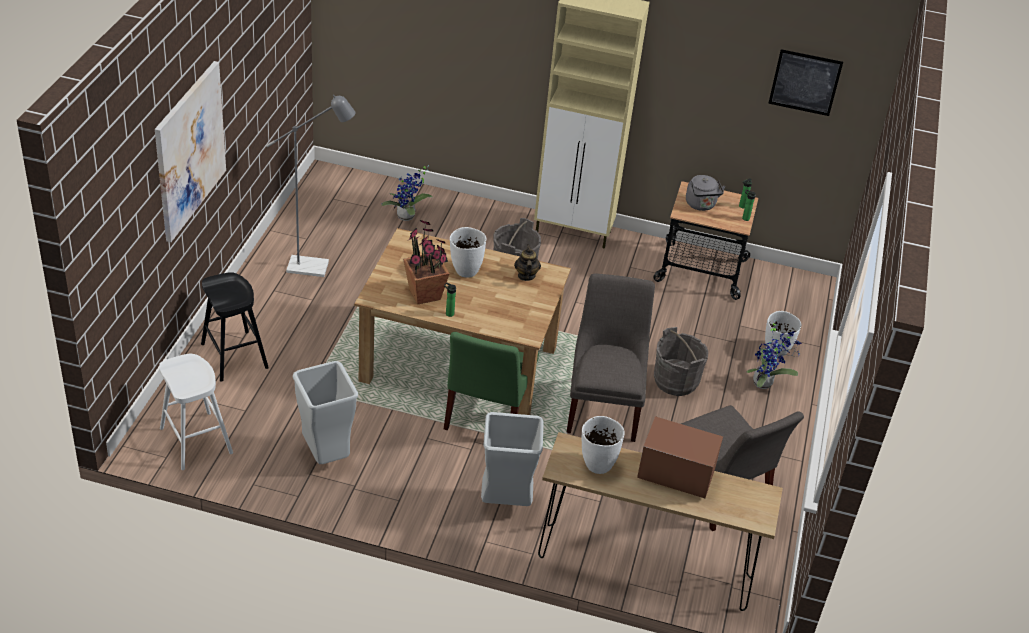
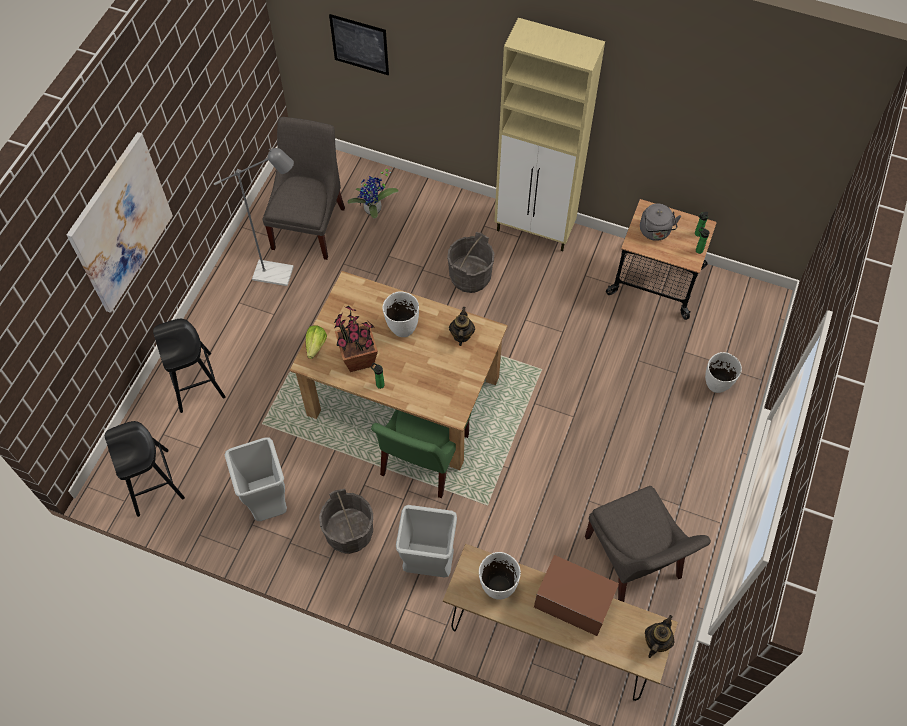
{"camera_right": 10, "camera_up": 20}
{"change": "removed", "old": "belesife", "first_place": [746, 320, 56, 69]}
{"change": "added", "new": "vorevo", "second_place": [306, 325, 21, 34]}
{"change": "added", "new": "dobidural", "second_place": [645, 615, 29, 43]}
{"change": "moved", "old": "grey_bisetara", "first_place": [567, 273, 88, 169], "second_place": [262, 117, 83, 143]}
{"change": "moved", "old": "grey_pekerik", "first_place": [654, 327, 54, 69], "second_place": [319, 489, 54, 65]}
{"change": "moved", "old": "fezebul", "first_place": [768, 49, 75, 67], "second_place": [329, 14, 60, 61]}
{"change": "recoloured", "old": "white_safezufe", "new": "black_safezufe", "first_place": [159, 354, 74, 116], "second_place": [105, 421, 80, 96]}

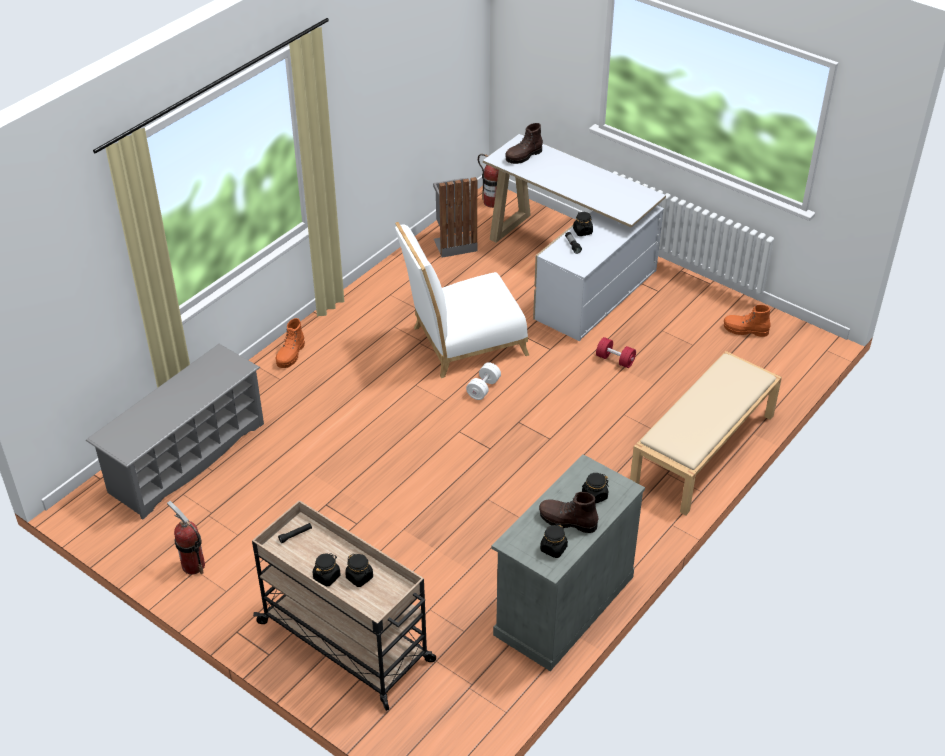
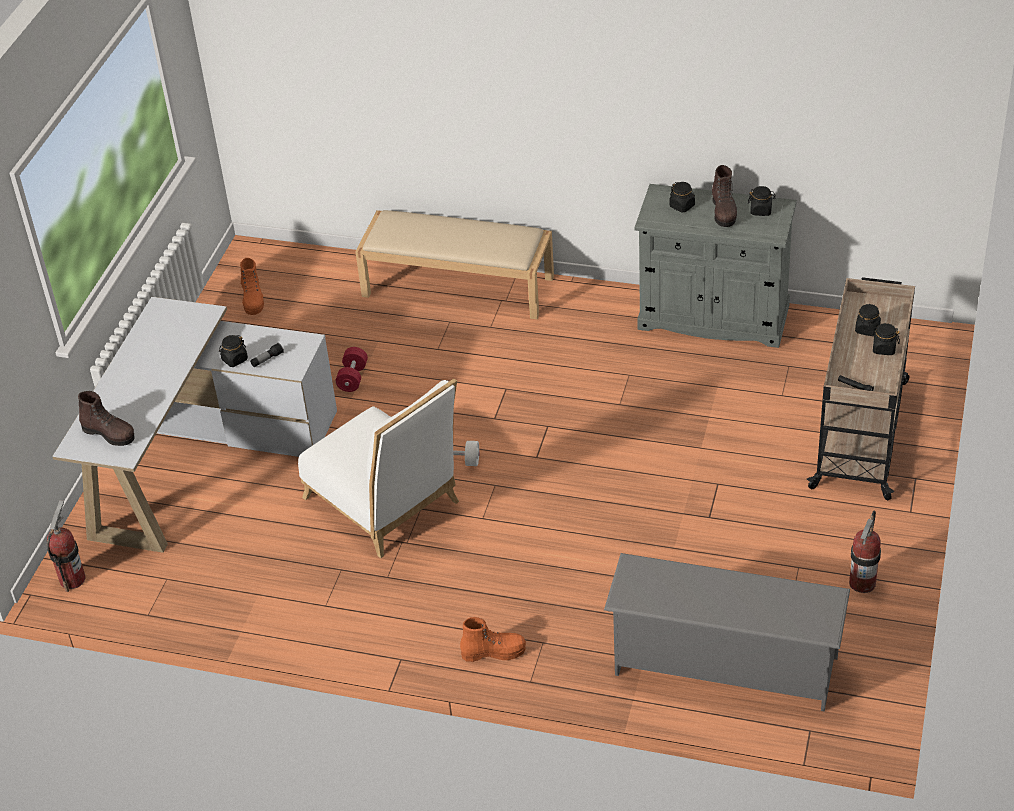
{"camera_right": -110, "camera_up": 0}
{"change": "removed", "old": "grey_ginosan", "first_place": [433, 177, 44, 81]}

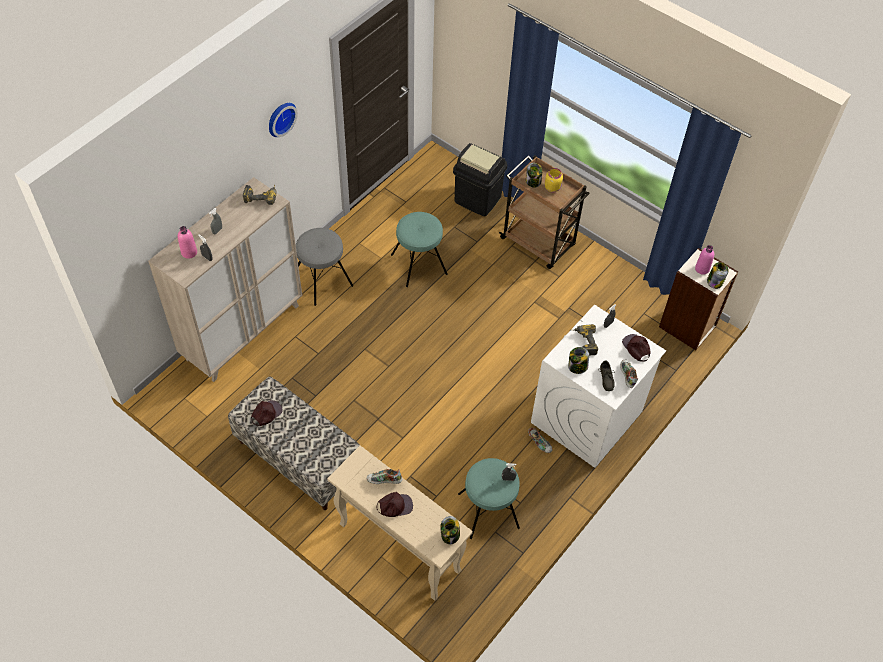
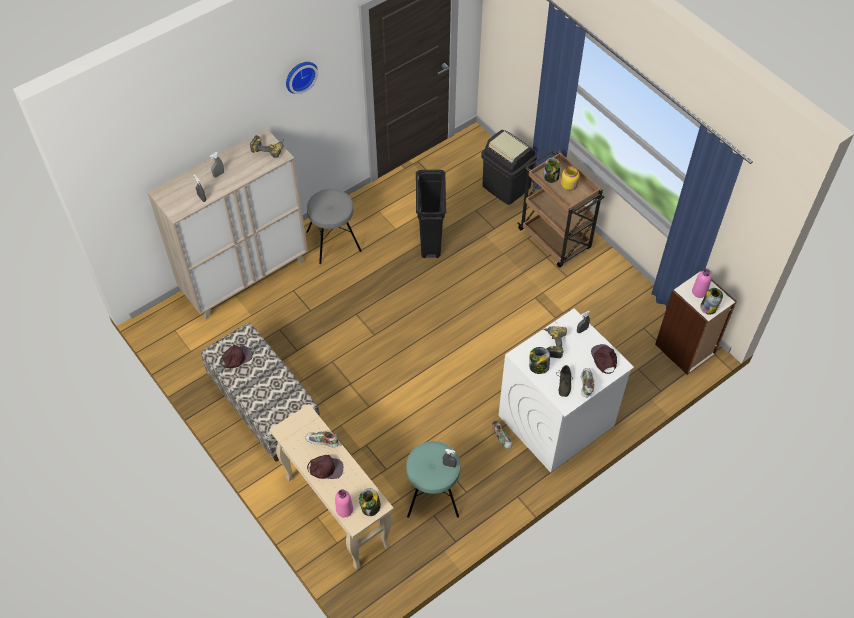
{"camera_right": 15, "camera_up": 0}
{"change": "moved", "old": "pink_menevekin", "first_place": [178, 226, 19, 33], "second_place": [335, 489, 18, 28]}
{"change": "replaced", "old": "turquoise_safezufe", "new": "black_ginosan", "first_place": [391, 212, 57, 75], "second_place": [416, 170, 30, 88]}

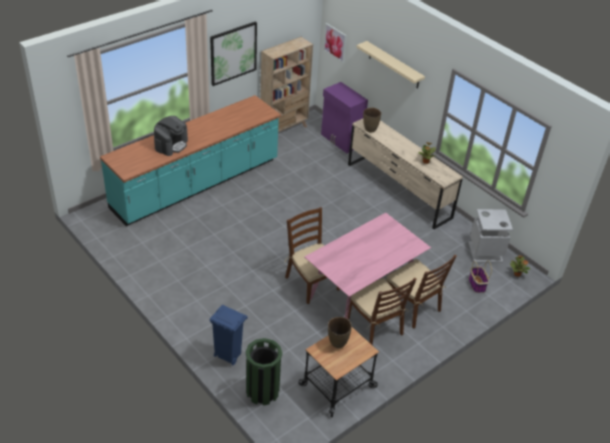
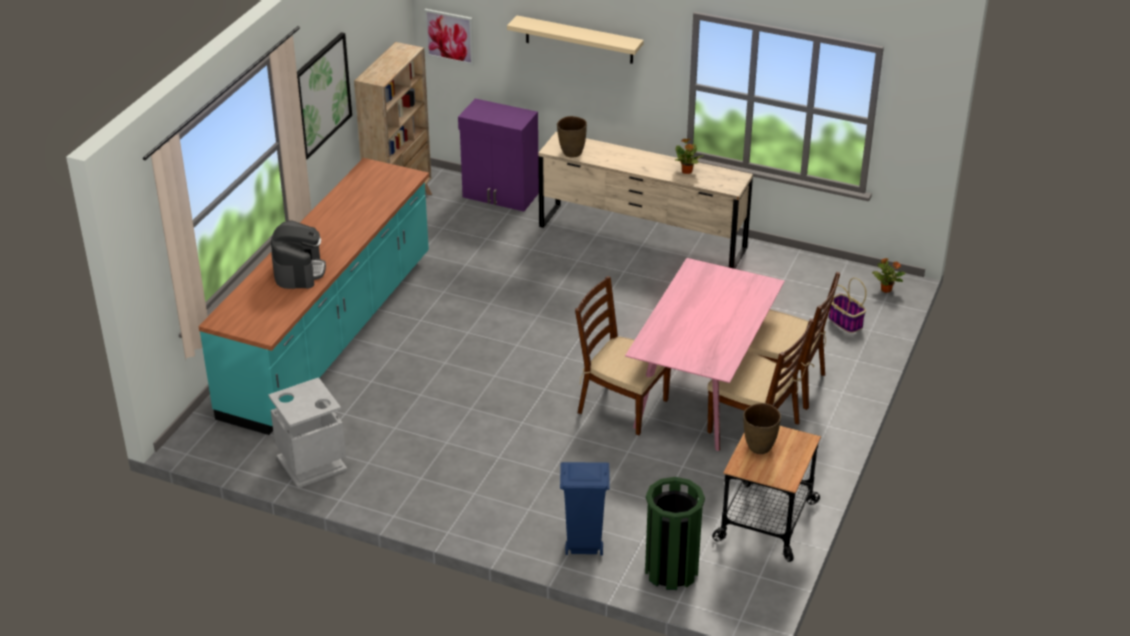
{"camera_right": -25, "camera_up": -5}
{"change": "moved", "old": "grey_ginosan", "first_place": [468, 209, 45, 54], "second_place": [268, 377, 79, 111]}

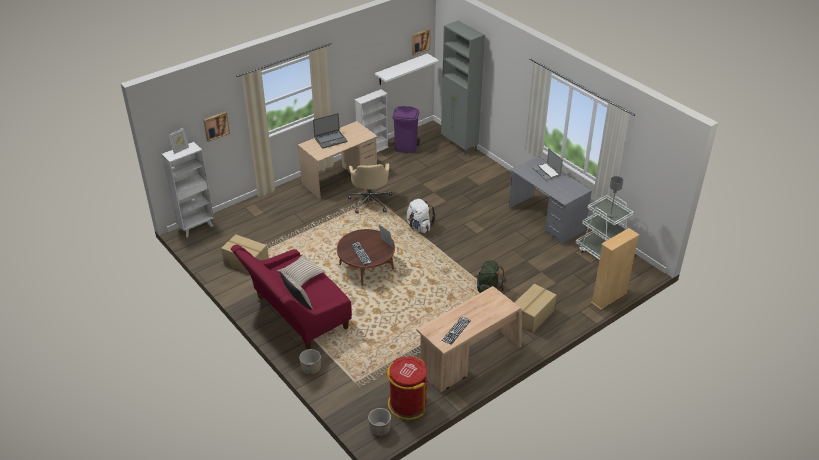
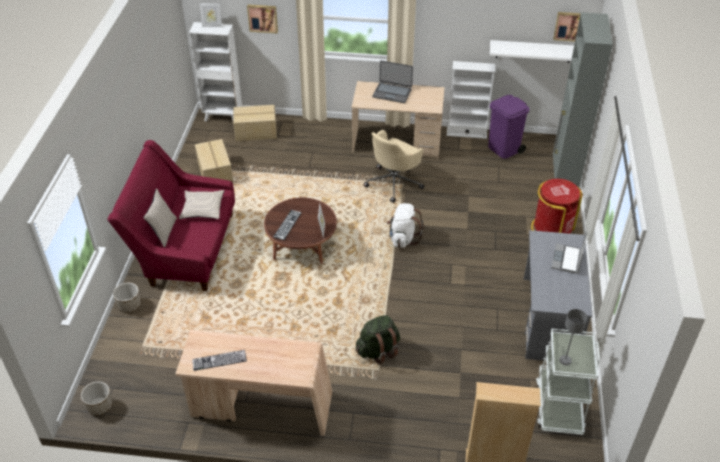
{"camera_right": 45, "camera_up": 5}
{"change": "moved", "old": "red_ginosan", "first_place": [386, 357, 41, 63], "second_place": [531, 179, 52, 55]}
{"change": "moved", "old": "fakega", "first_place": [515, 284, 41, 49], "second_place": [233, 105, 44, 36]}

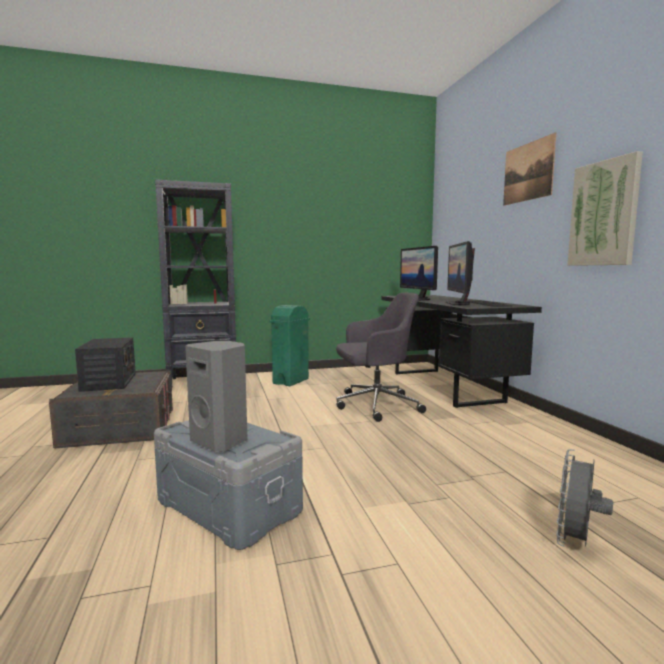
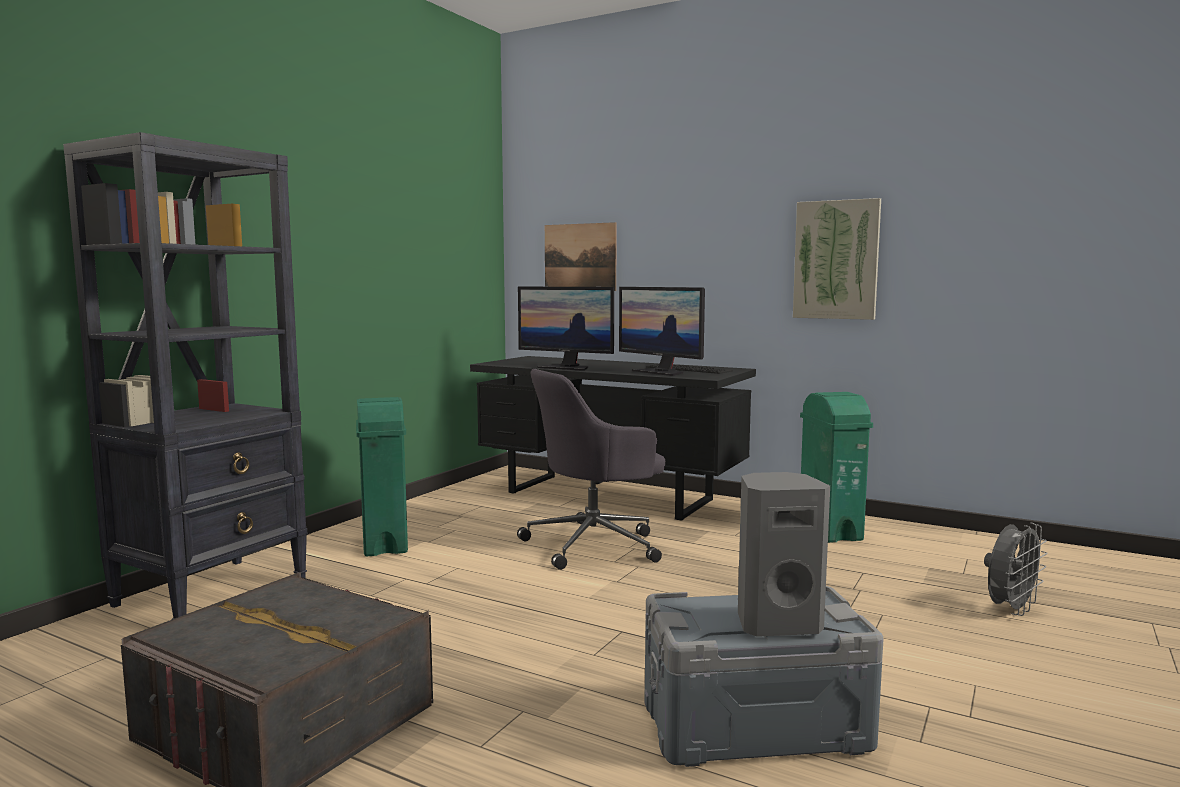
{"camera_right": -45, "camera_up": 0}
{"change": "removed", "old": "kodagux", "first_place": [75, 337, 61, 55]}
{"change": "added", "new": "green_ginosan", "second_place": [800, 392, 73, 151]}
{"change": "moved", "old": "fezebul", "first_place": [503, 132, 53, 73], "second_place": [545, 222, 72, 69]}
{"change": "turned", "old": "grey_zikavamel", "first_place": [336, 293, 90, 129], "second_place": [517, 369, 148, 201], "degrees": -150}
{"change": "turned", "old": "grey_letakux", "first_place": [556, 449, 57, 97], "second_place": [984, 522, 63, 94], "degrees": -120}

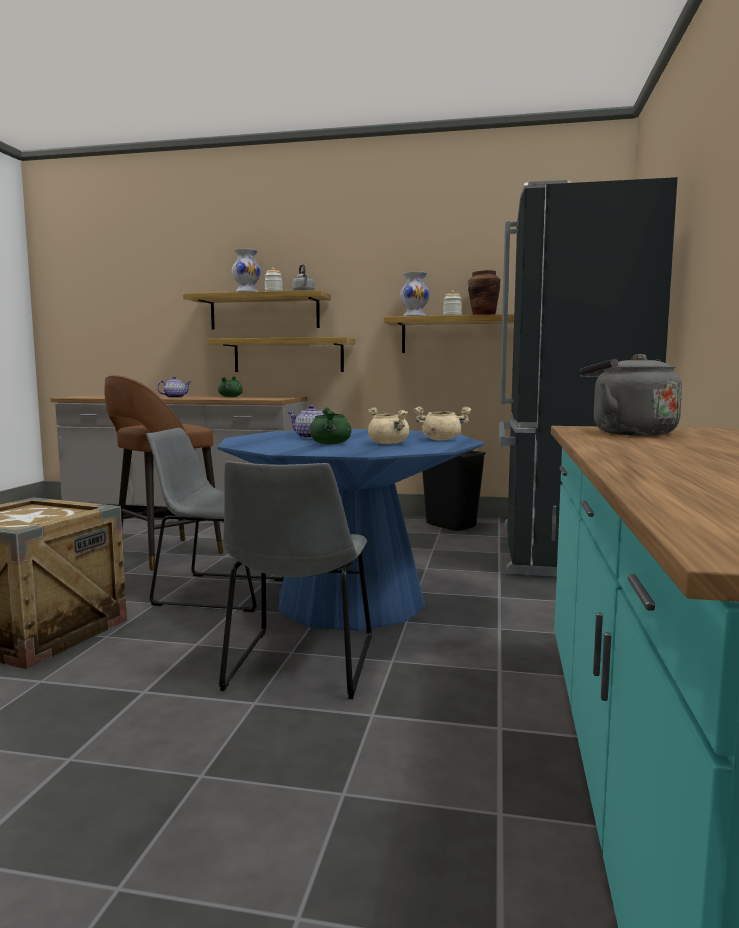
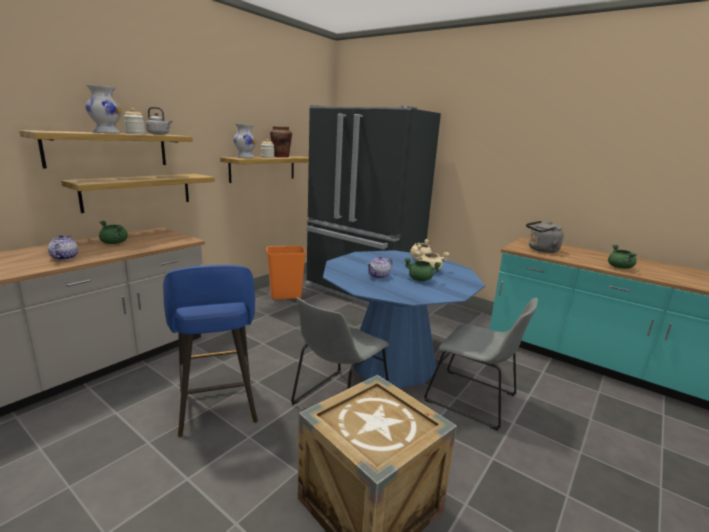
{"camera_right": -65, "camera_up": 10}
{"change": "added", "new": "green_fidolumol", "second_place": [608, 244, 29, 25]}
{"change": "recoloured", "old": "brown_safezufe", "new": "blue_safezufe", "first_place": [105, 375, 118, 196], "second_place": [163, 265, 95, 172]}
{"change": "recoloured", "old": "black_ginosan", "new": "orange_ginosan", "first_place": [422, 450, 64, 81], "second_place": [266, 246, 40, 54]}

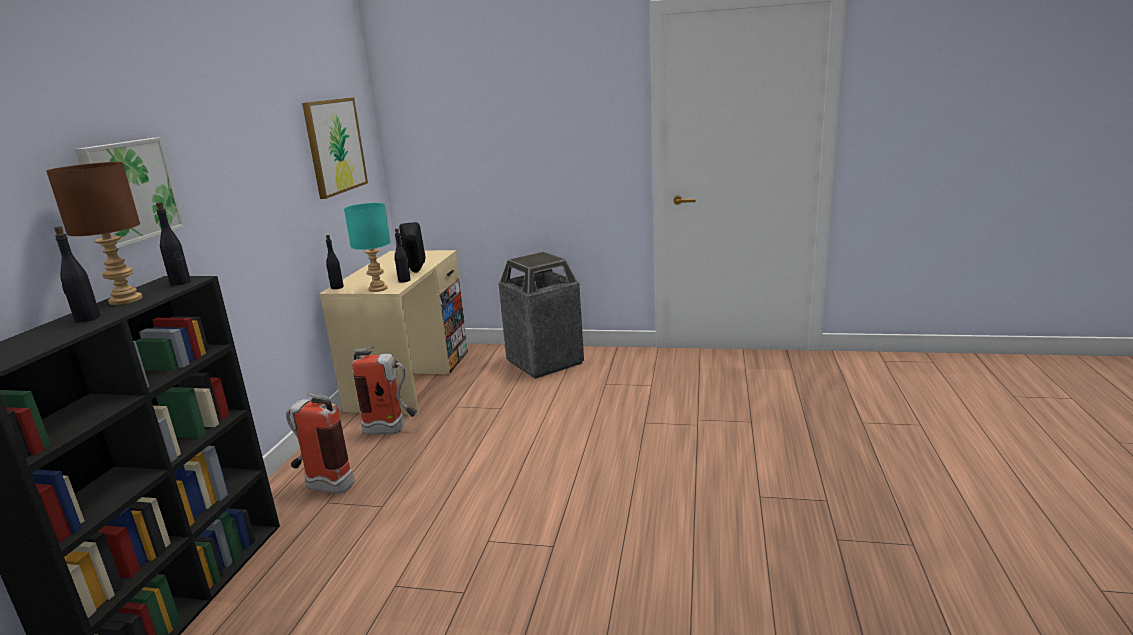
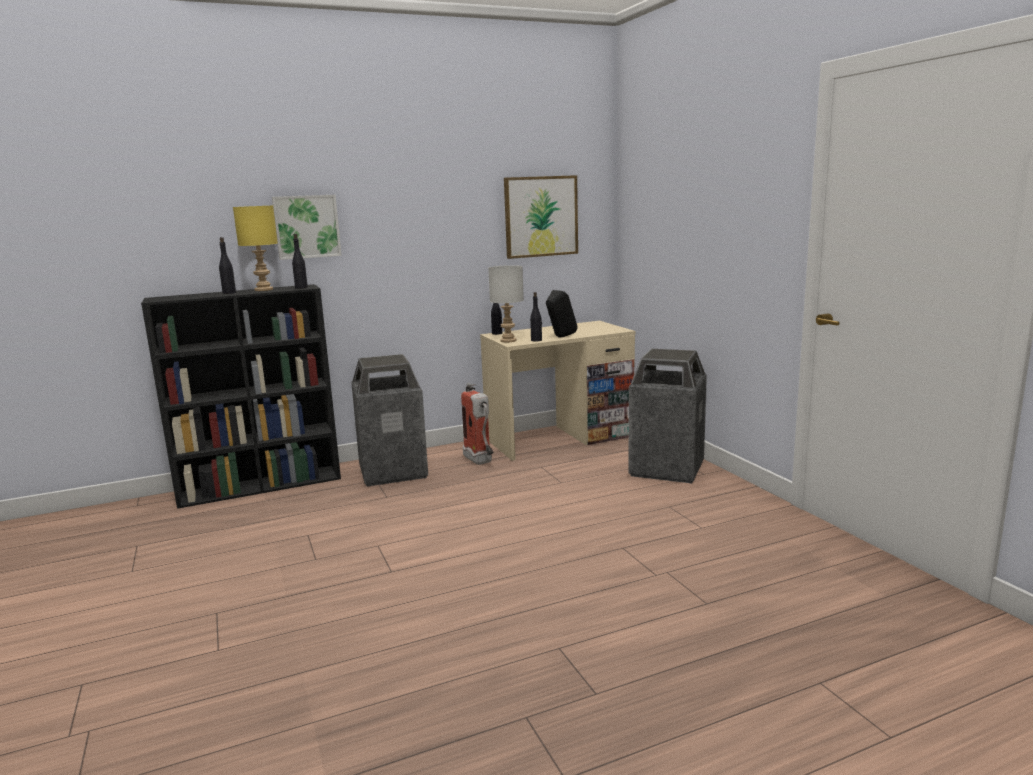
{"camera_right": 55, "camera_up": -5}
{"change": "replaced", "old": "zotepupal", "new": "ginosan", "first_place": [286, 393, 69, 101], "second_place": [351, 354, 77, 132]}
{"change": "recoloured", "old": "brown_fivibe", "new": "yellow_fivibe", "first_place": [46, 162, 97, 143], "second_place": [233, 206, 45, 85]}
{"change": "recoloured", "old": "turquoise_fivibe", "new": "grey_fivibe", "first_place": [344, 203, 47, 89], "second_place": [488, 265, 36, 77]}

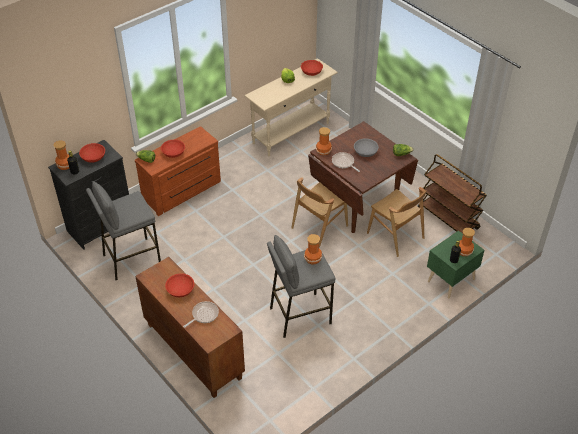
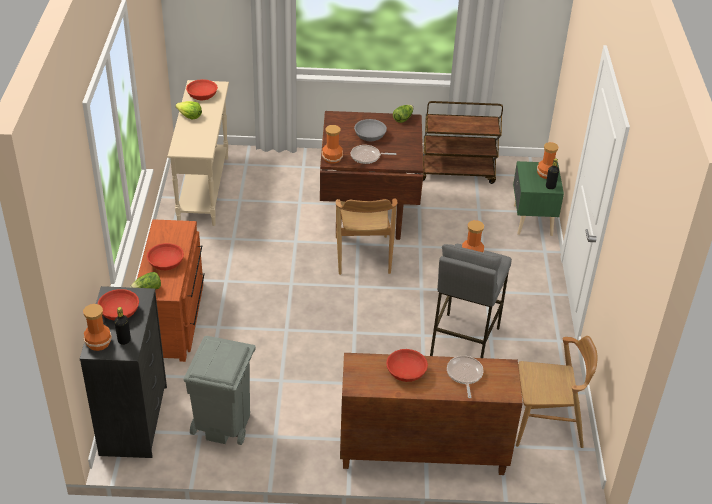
{"camera_right": -50, "camera_up": -5}
{"change": "moved", "old": "brown_bisetara", "first_place": [367, 187, 60, 70], "second_place": [516, 336, 82, 112]}
{"change": "replaced", "old": "grey_safezufe", "new": "grey_ginosan", "first_place": [86, 181, 75, 99], "second_place": [183, 336, 73, 109]}

